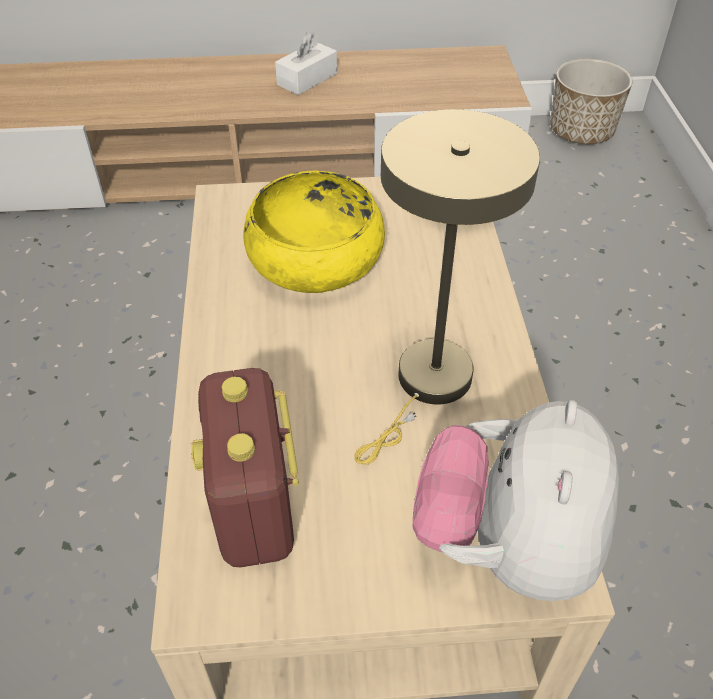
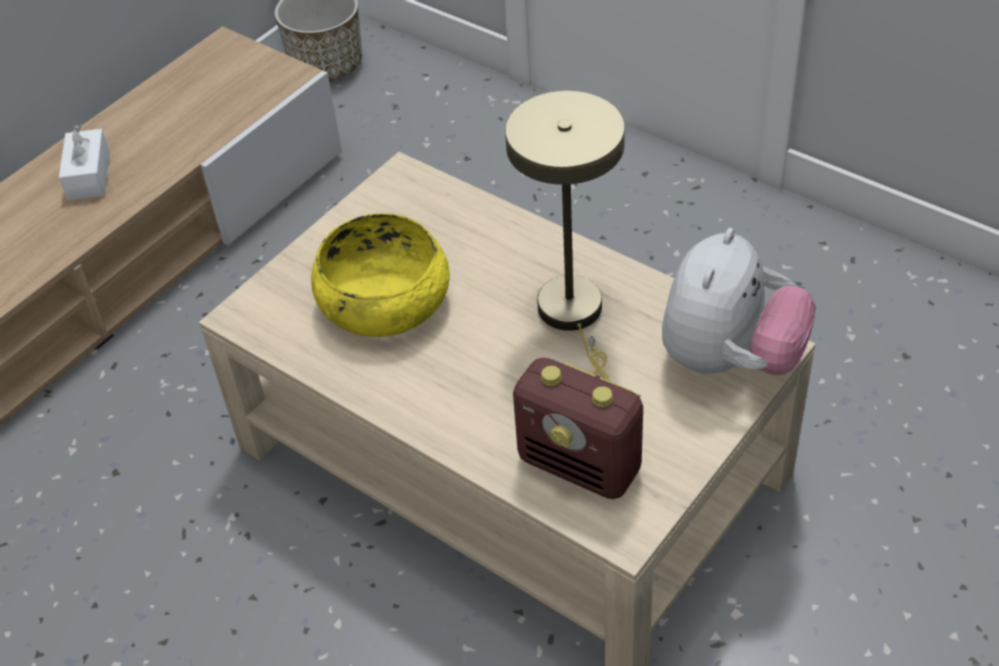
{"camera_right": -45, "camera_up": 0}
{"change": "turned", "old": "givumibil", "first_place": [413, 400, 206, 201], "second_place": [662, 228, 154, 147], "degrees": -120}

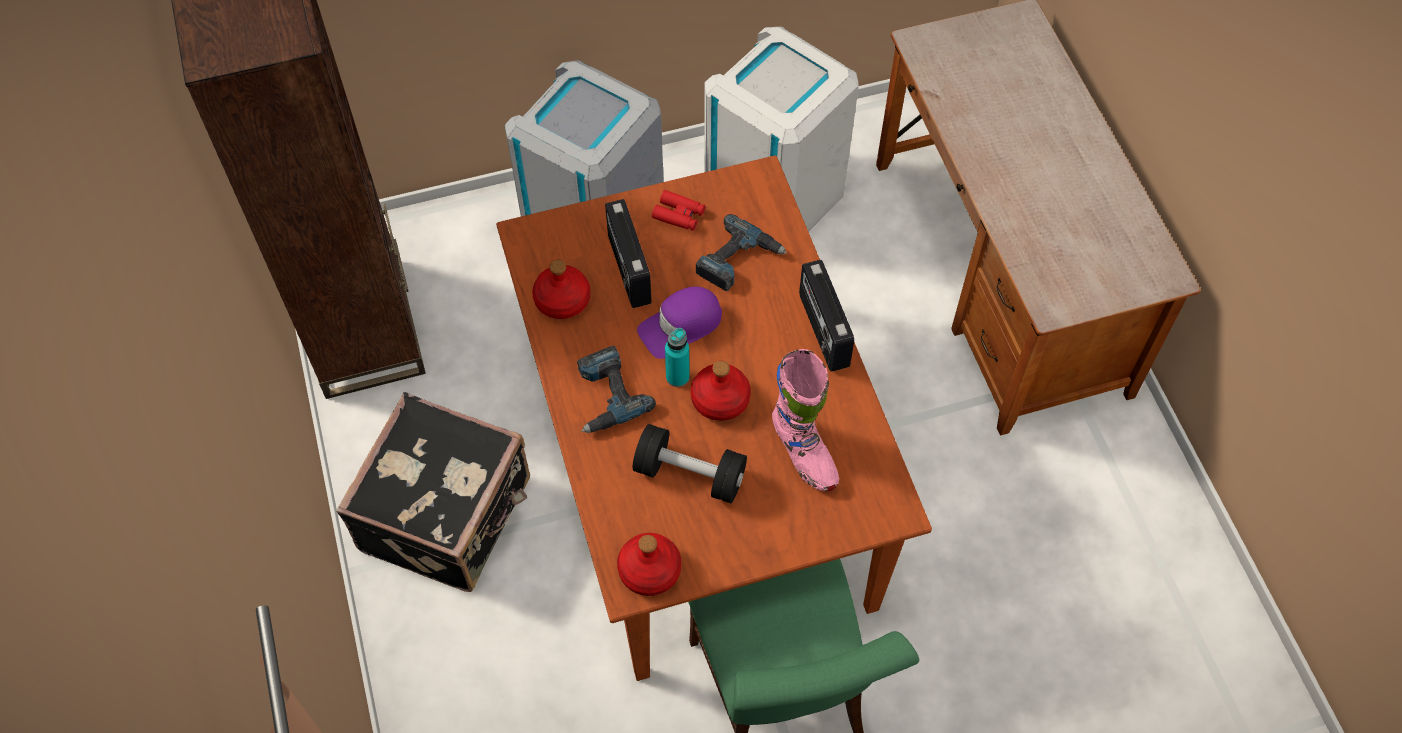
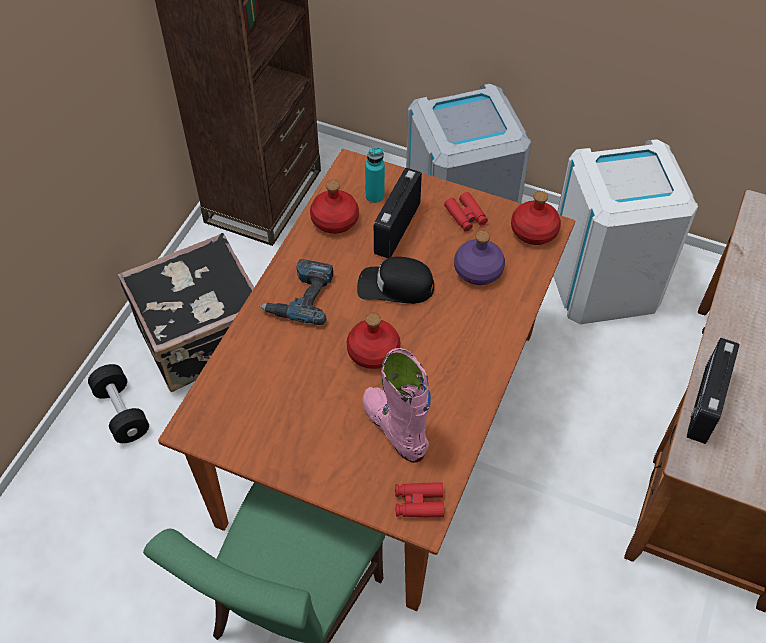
{"camera_right": 40, "camera_up": -5}
{"change": "added", "new": "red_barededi", "second_place": [395, 482, 49, 35]}
{"change": "moved", "old": "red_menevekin", "first_place": [617, 533, 64, 63], "second_place": [511, 191, 50, 54]}
{"change": "moved", "old": "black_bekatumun", "first_place": [633, 424, 114, 79], "second_place": [88, 364, 61, 79]}
{"change": "moved", "old": "turquoise_menevekin", "first_place": [665, 328, 25, 59], "second_place": [365, 147, 20, 56]}
{"change": "moved", "old": "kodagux", "first_place": [799, 260, 55, 112], "second_place": [687, 338, 53, 106]}
{"change": "replaced", "old": "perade", "new": "purple_menevekin", "first_place": [696, 214, 91, 77], "second_place": [454, 230, 51, 55]}
{"change": "recoloured", "old": "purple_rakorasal", "new": "black_rakorasal", "first_place": [637, 287, 85, 72], "second_place": [357, 257, 77, 47]}
{"change": "turned", "old": "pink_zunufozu", "first_place": [772, 349, 67, 142], "second_place": [362, 348, 69, 115], "degrees": 135}

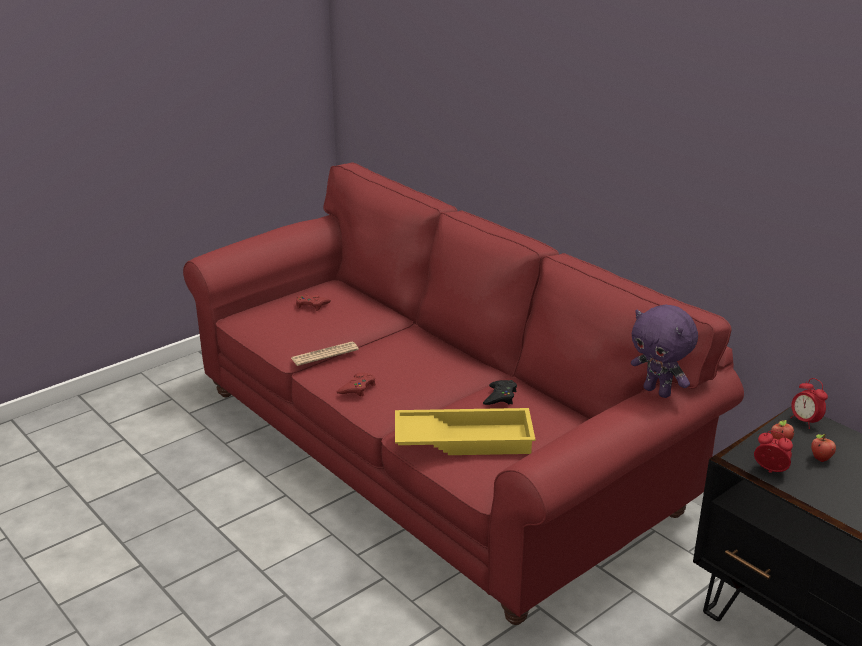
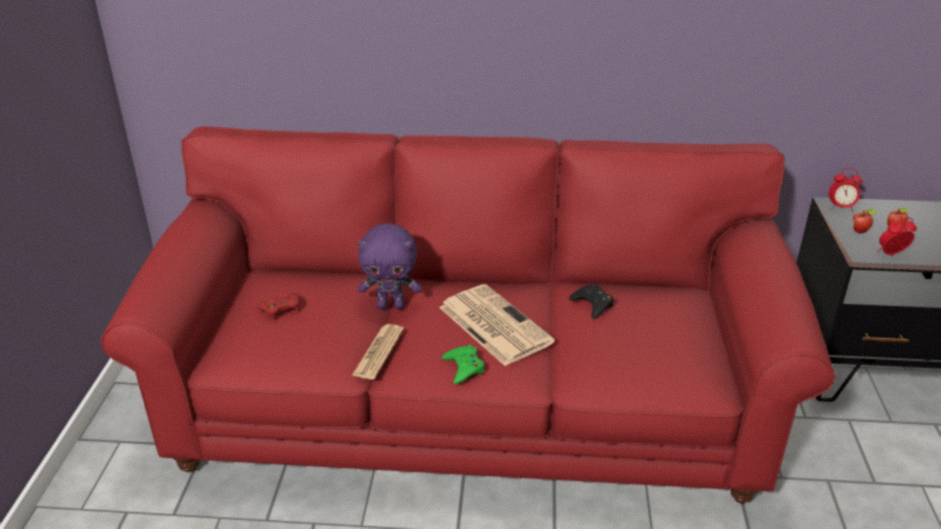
{"camera_right": -45, "camera_up": 5}
{"change": "removed", "old": "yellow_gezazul", "first_place": [395, 408, 141, 47]}
{"change": "added", "new": "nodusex", "second_place": [439, 284, 116, 82]}
{"change": "moved", "old": "purple_givumibil", "first_place": [631, 305, 67, 93], "second_place": [358, 223, 64, 86]}
{"change": "recoloured", "old": "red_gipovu", "new": "green_gipovu", "first_place": [337, 373, 39, 24], "second_place": [442, 345, 42, 39]}

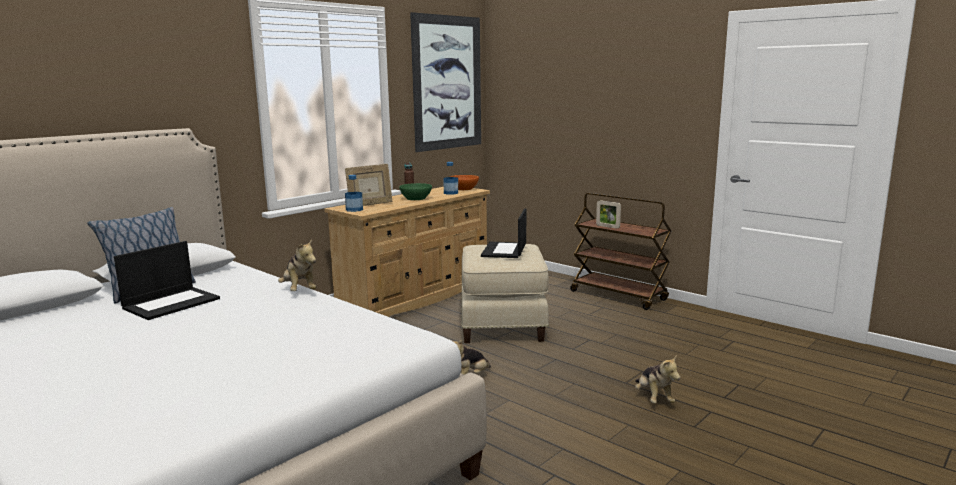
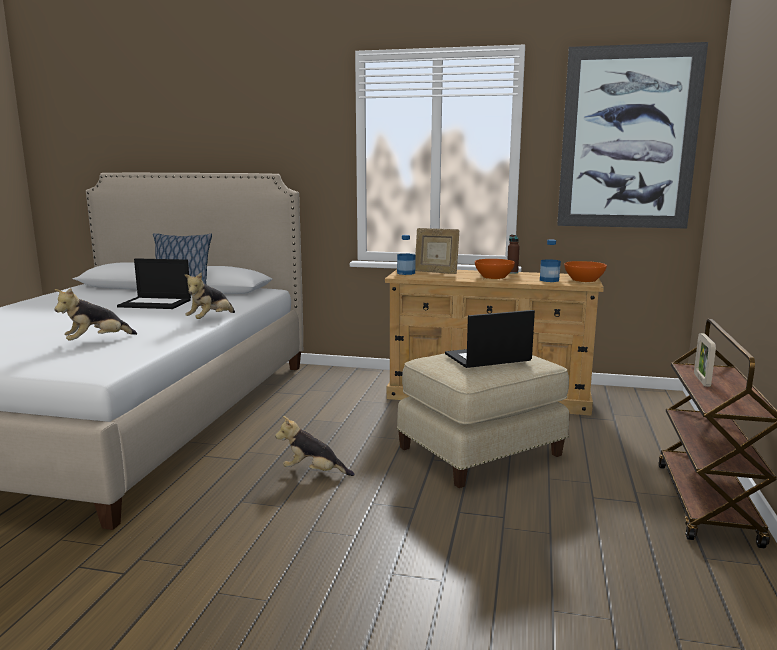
{"camera_right": 60, "camera_up": 0}
{"change": "moved", "old": "givumibil", "first_place": [635, 355, 45, 48], "second_place": [54, 288, 83, 53]}
{"change": "recoloured", "old": "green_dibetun", "new": "orange_dibetun", "first_place": [399, 183, 33, 17], "second_place": [475, 259, 40, 20]}

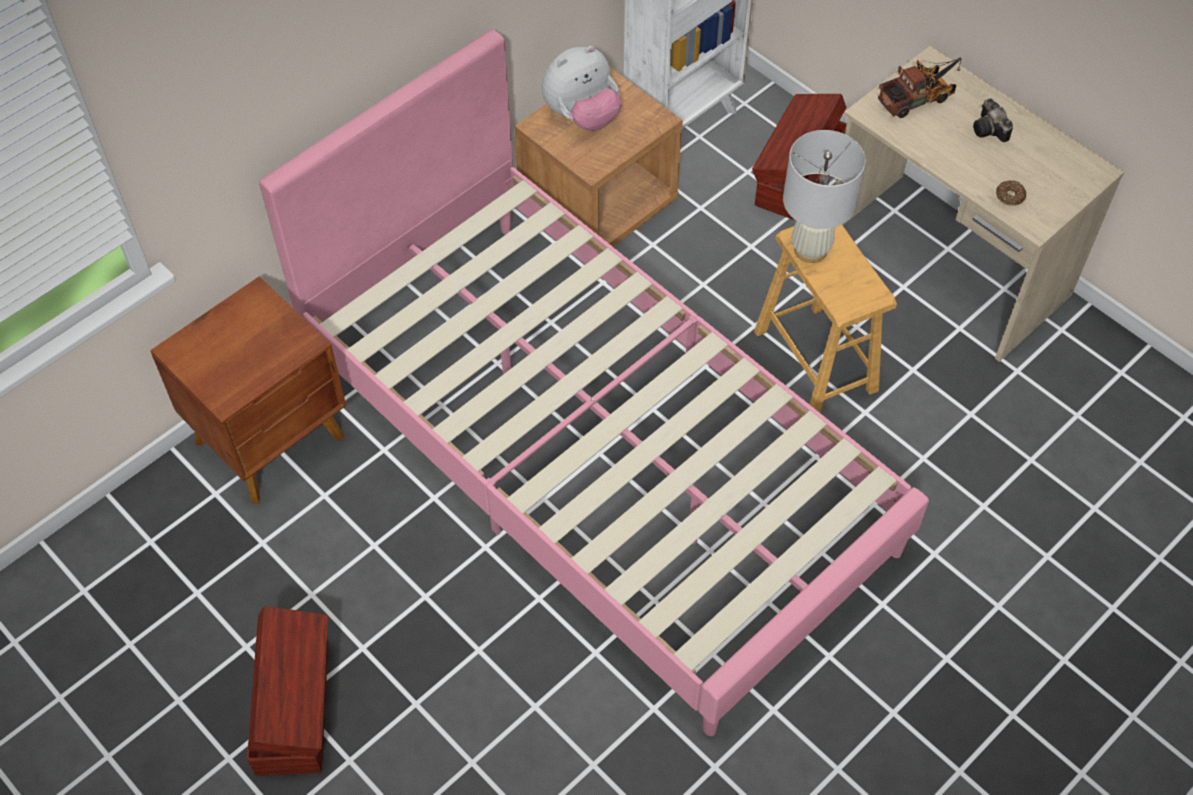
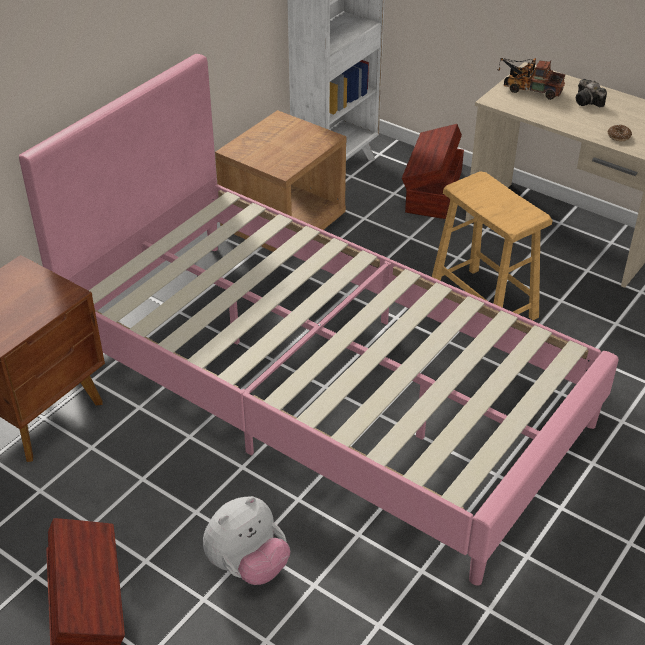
{"camera_right": -10, "camera_up": -15}
{"change": "removed", "old": "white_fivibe", "first_place": [783, 130, 83, 133]}
{"change": "moved", "old": "givumibil", "first_place": [542, 46, 80, 85], "second_place": [203, 496, 87, 89]}
{"change": "turned", "old": "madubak", "first_place": [878, 58, 84, 60], "second_place": [497, 58, 68, 42], "degrees": -120}

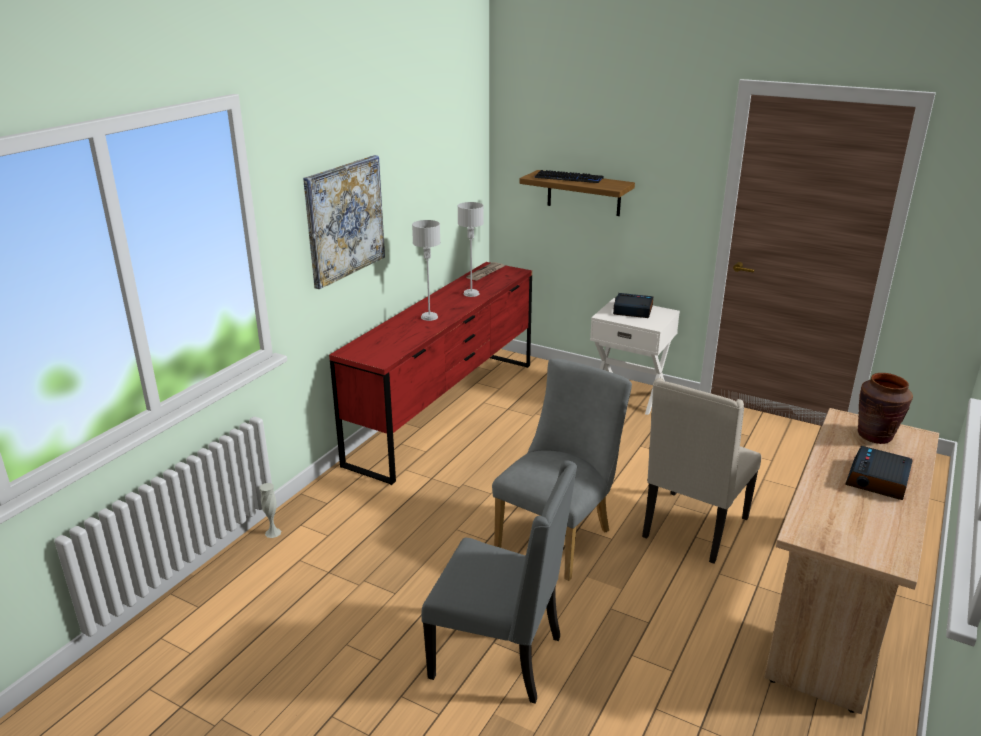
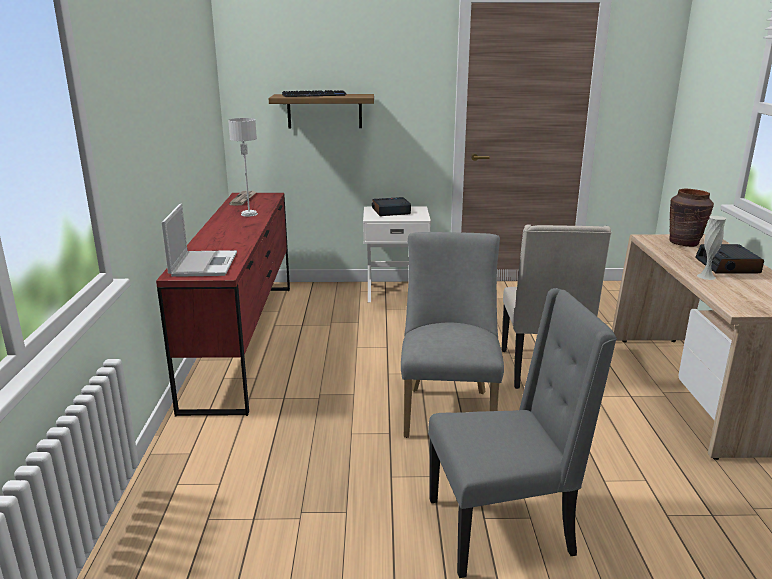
{"camera_right": -30, "camera_up": -5}
{"change": "removed", "old": "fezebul", "first_place": [303, 155, 82, 134]}
{"change": "removed", "old": "grey_fivibe", "first_place": [412, 220, 29, 101]}
{"change": "added", "new": "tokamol", "second_place": [161, 203, 76, 74]}
{"change": "moved", "old": "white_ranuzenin", "first_place": [259, 483, 22, 55], "second_place": [697, 216, 29, 64]}

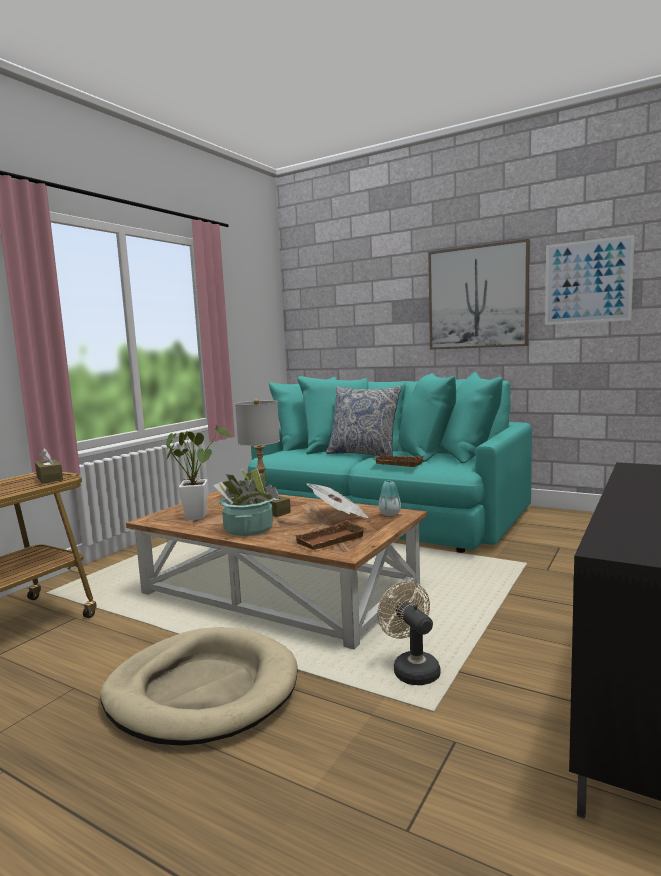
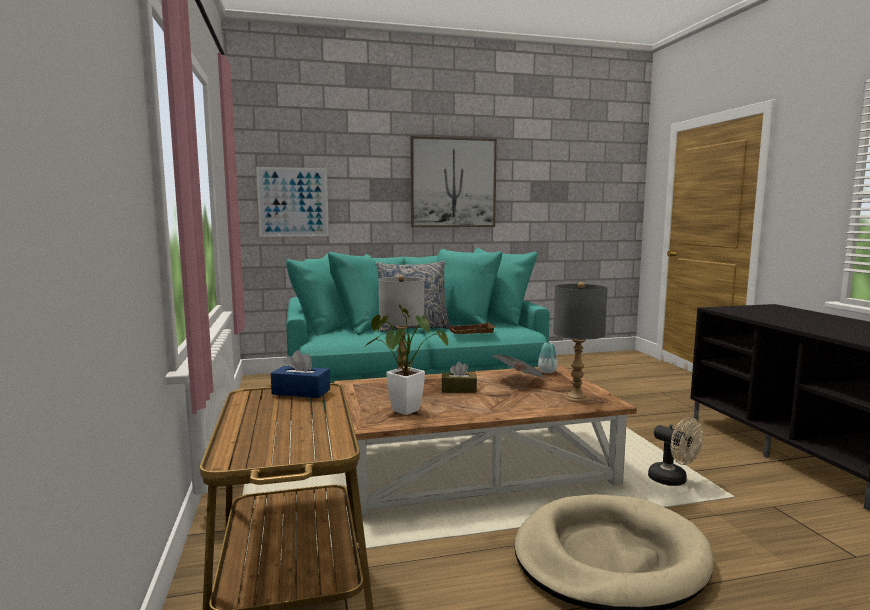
{"camera_right": -45, "camera_up": 0}
{"change": "removed", "old": "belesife", "first_place": [213, 468, 64, 68]}
{"change": "moved", "old": "fezebul", "first_place": [545, 235, 90, 90], "second_place": [256, 167, 73, 70]}
{"change": "replaced", "old": "brown_gezazul", "new": "grey_fivibe", "first_place": [294, 520, 73, 30], "second_place": [553, 282, 55, 121]}
{"change": "recoloured", "old": "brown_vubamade", "new": "blue_vubamade", "first_place": [35, 448, 28, 35], "second_place": [271, 350, 59, 48]}
{"change": "turned", "old": "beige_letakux", "first_place": [377, 581, 63, 104], "second_place": [648, 417, 55, 69], "degrees": -150}

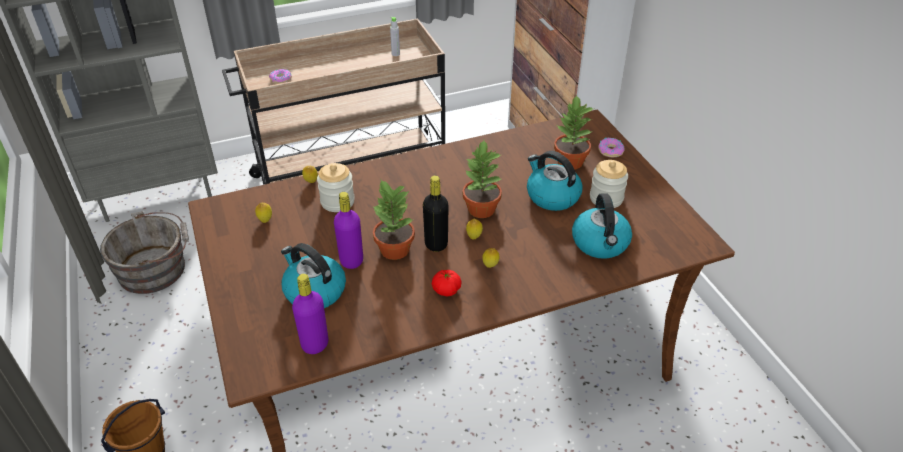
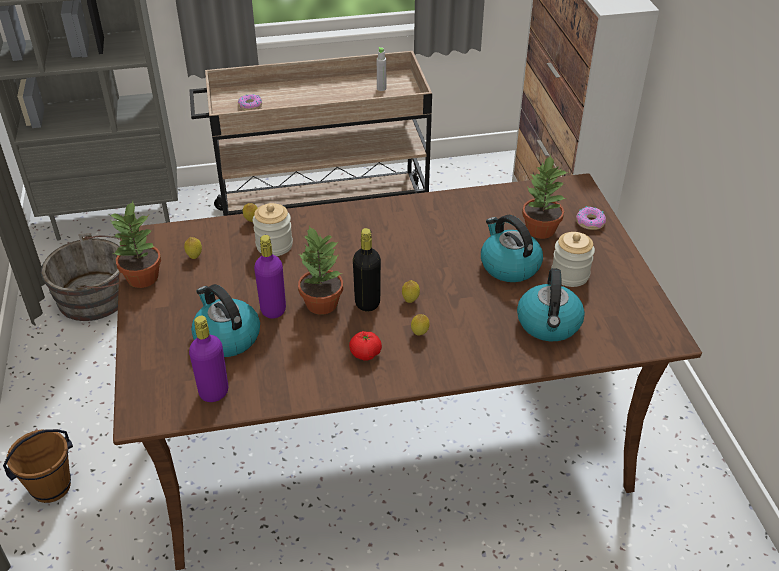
{"camera_right": 10, "camera_up": 0}
{"change": "moved", "old": "belesife", "first_place": [462, 140, 40, 78], "second_place": [109, 201, 52, 87]}

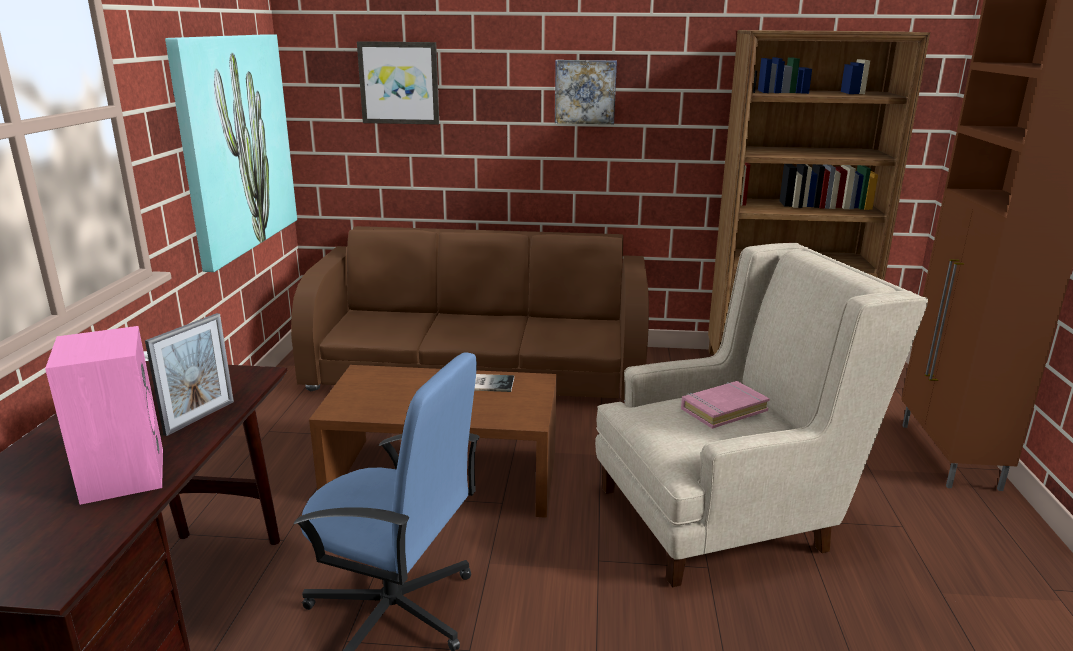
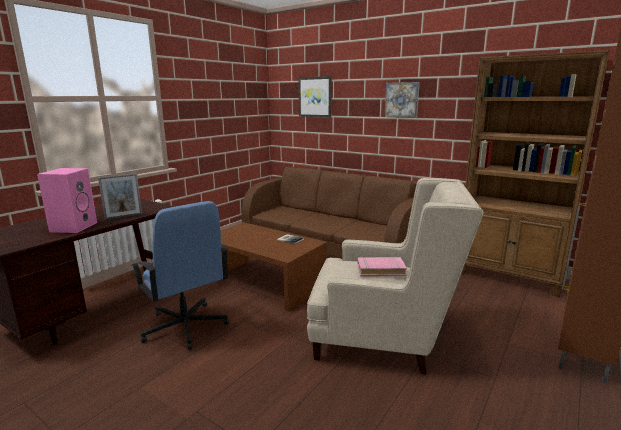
{"camera_right": 30, "camera_up": -5}
{"change": "removed", "old": "fezebul", "first_place": [165, 34, 132, 238]}

